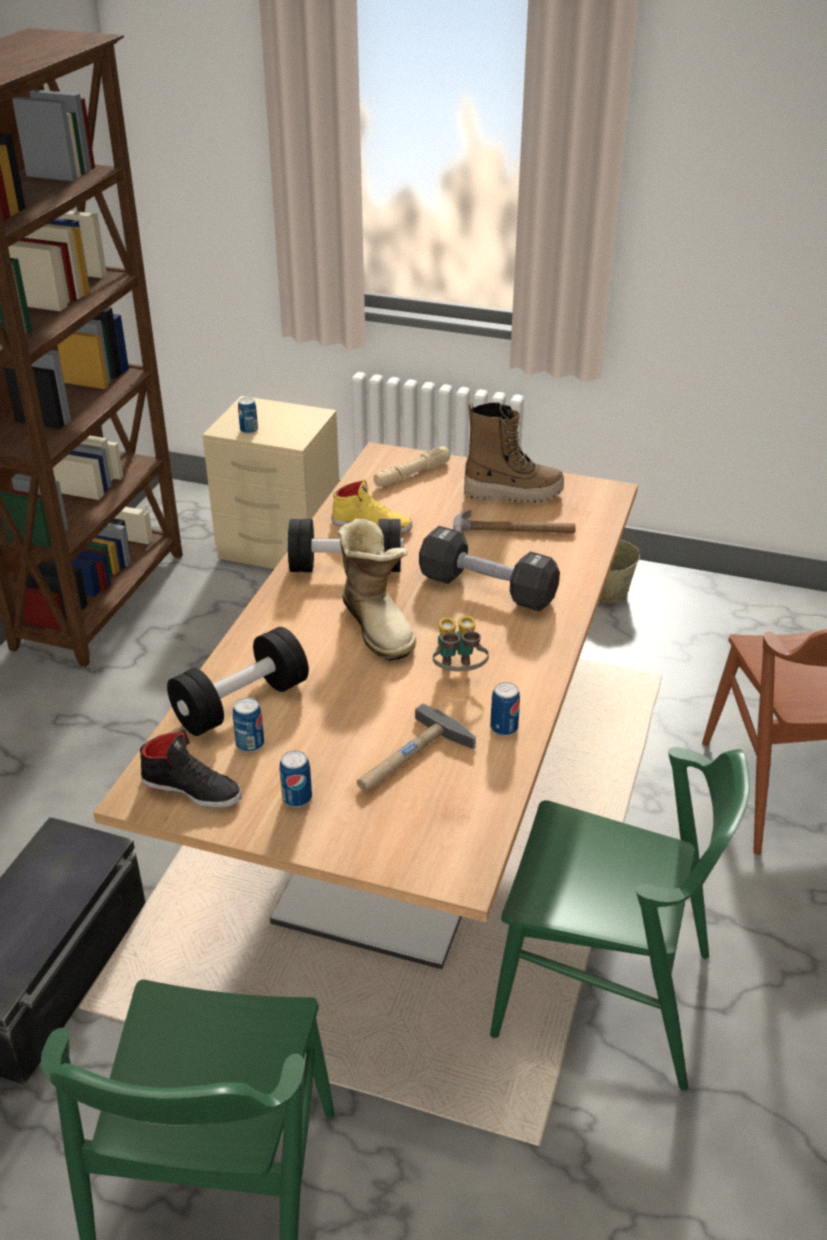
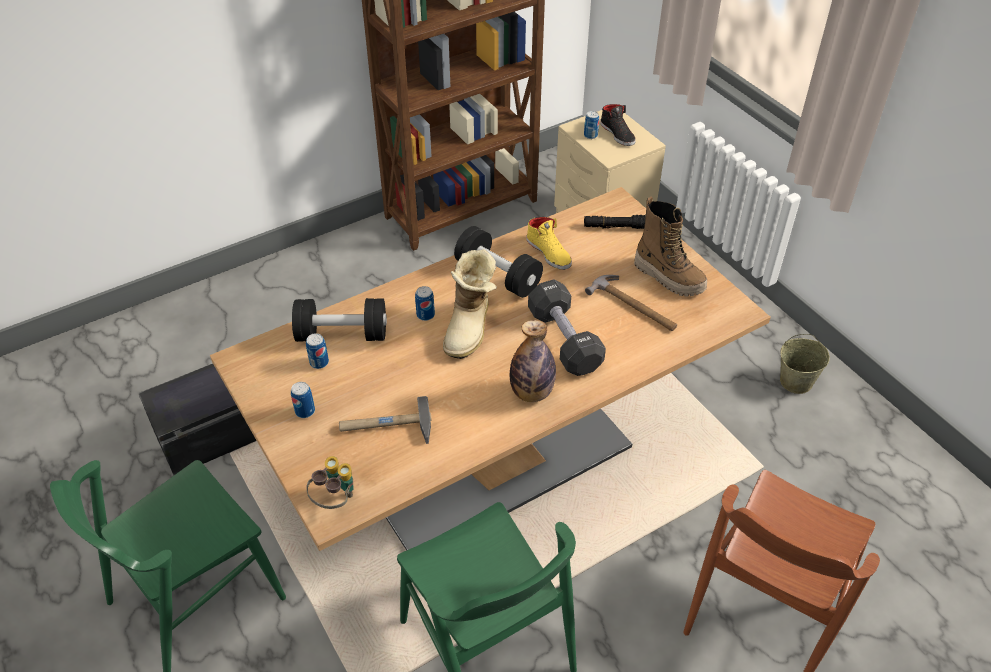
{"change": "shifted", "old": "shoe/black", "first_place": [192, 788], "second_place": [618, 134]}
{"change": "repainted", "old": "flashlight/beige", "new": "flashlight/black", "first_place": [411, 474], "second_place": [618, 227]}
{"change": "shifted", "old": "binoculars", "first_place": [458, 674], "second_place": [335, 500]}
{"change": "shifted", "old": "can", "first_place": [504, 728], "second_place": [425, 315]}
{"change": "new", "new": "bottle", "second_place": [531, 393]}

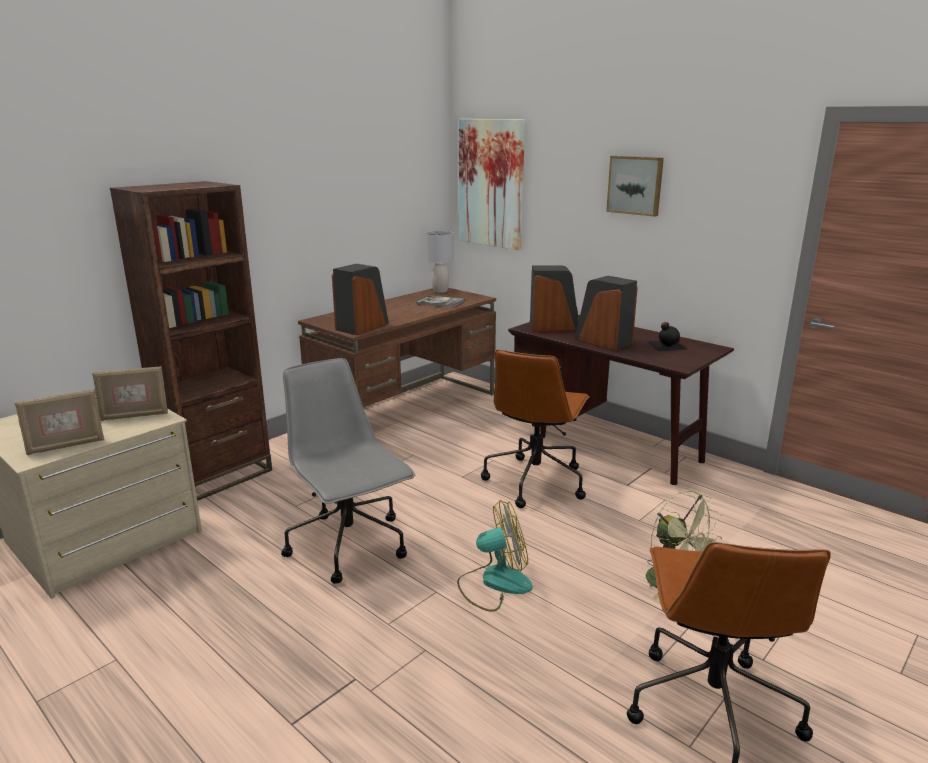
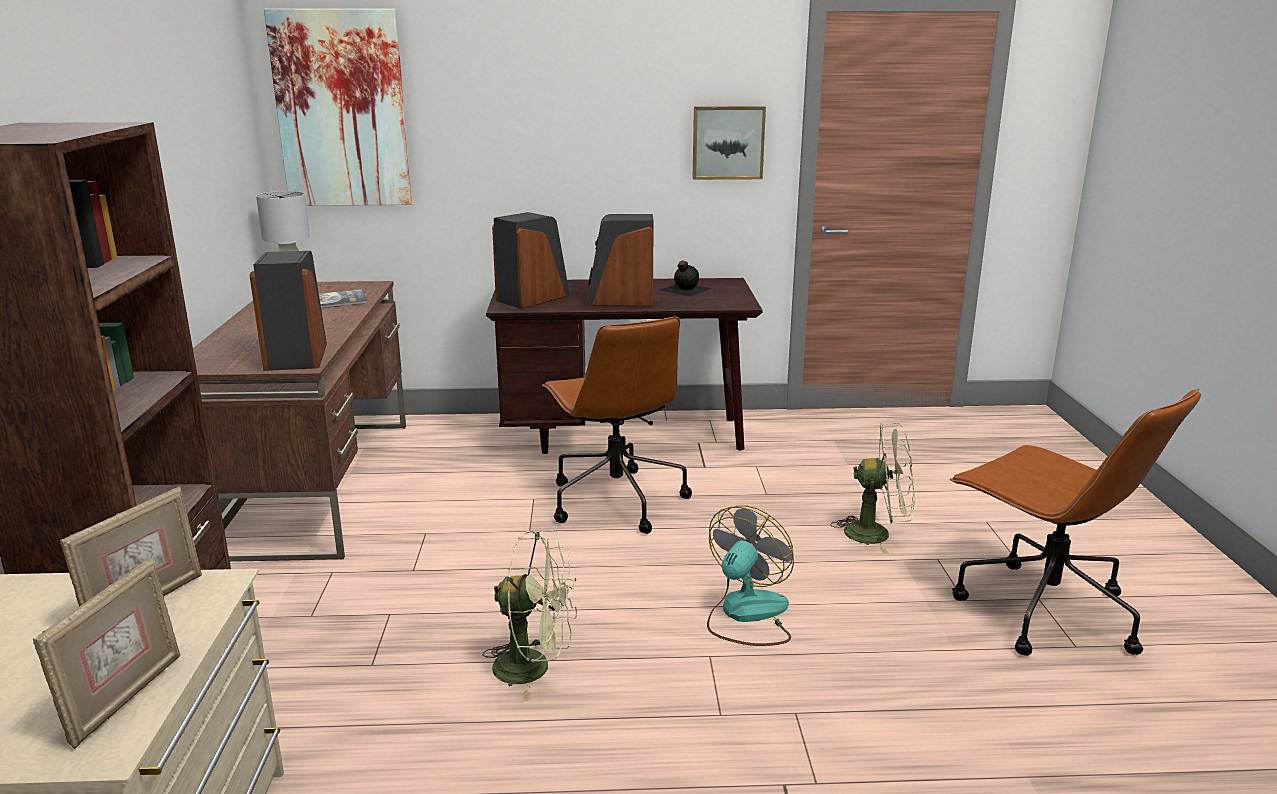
{"change": "swapped", "old": "office chair/grey", "new": "fan/green", "first_place": [350, 546], "second_place": [534, 668]}
{"change": "shifted", "old": "picture", "first_place": [635, 185], "second_place": [728, 142]}

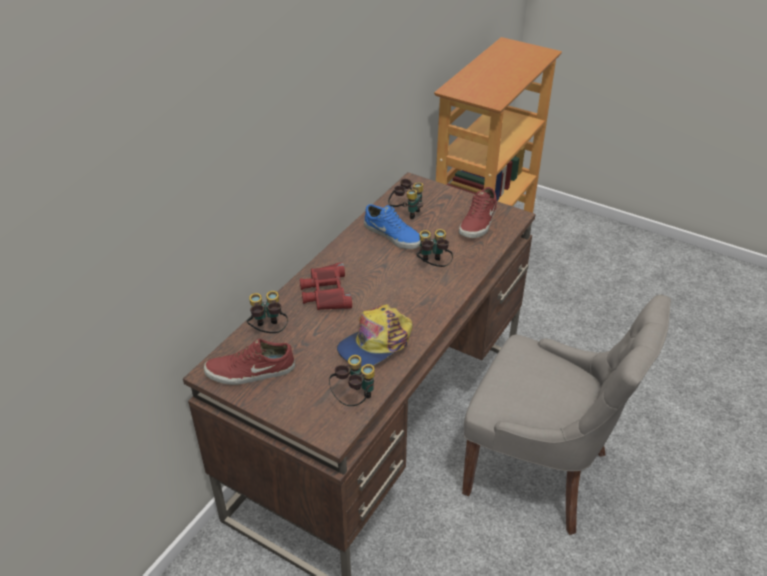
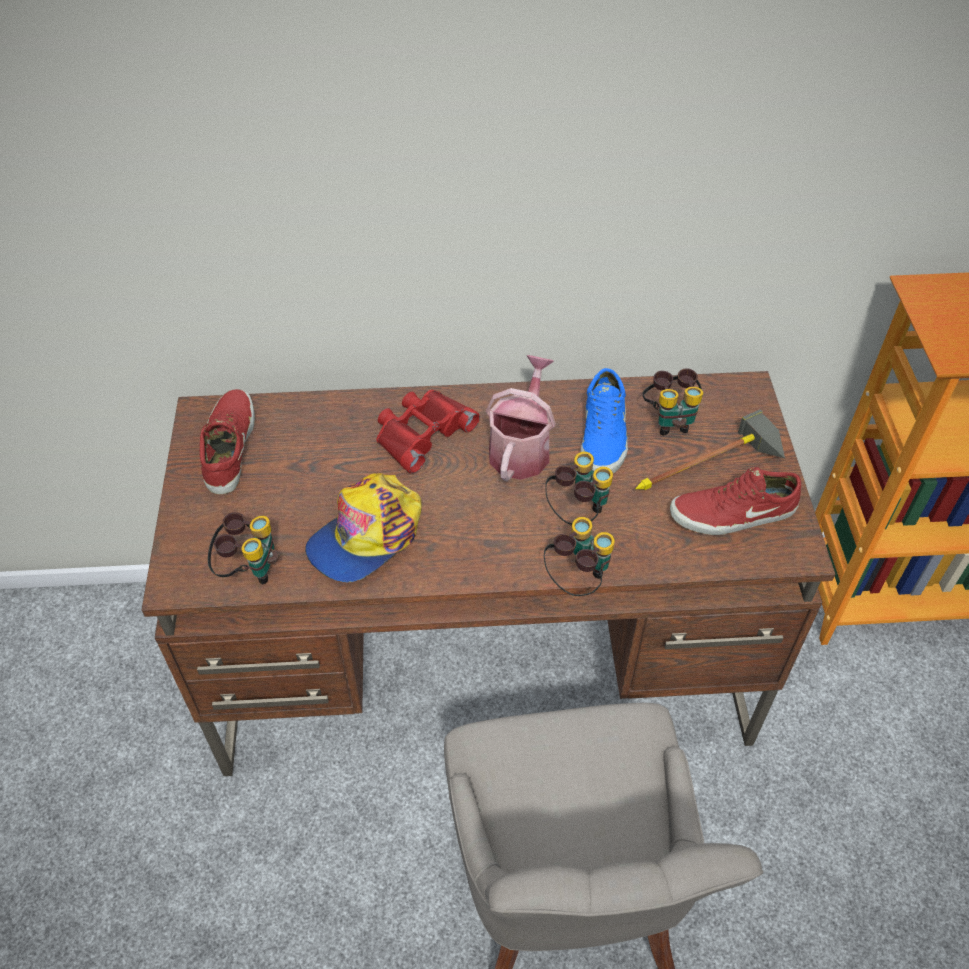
{"change": "rotated", "old": "shoe/red", "first_place": [250, 372], "second_place": [227, 446], "degrees": 45}
{"change": "shifted", "old": "binoculars", "first_place": [268, 331], "second_place": [577, 580]}
{"change": "rotated", "old": "cap", "first_place": [376, 343], "second_place": [367, 536], "degrees": -60}
{"change": "new", "new": "watering can", "second_place": [521, 447]}
{"change": "new", "new": "hammer", "second_place": [707, 472]}

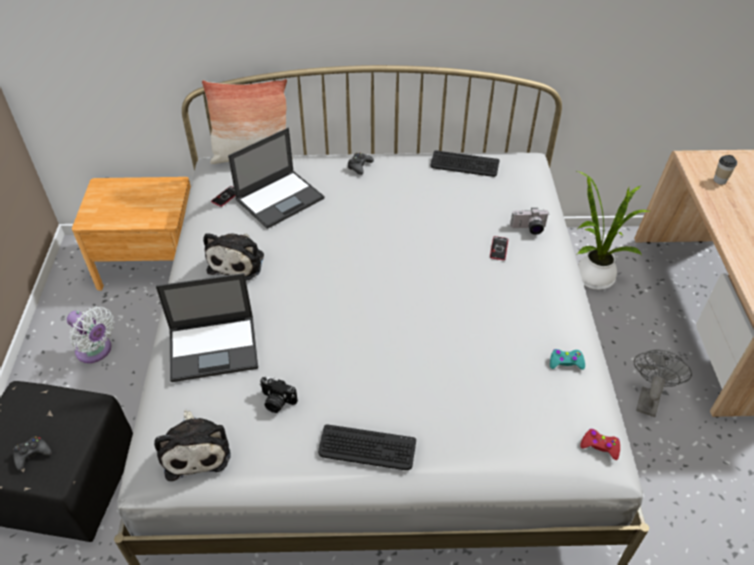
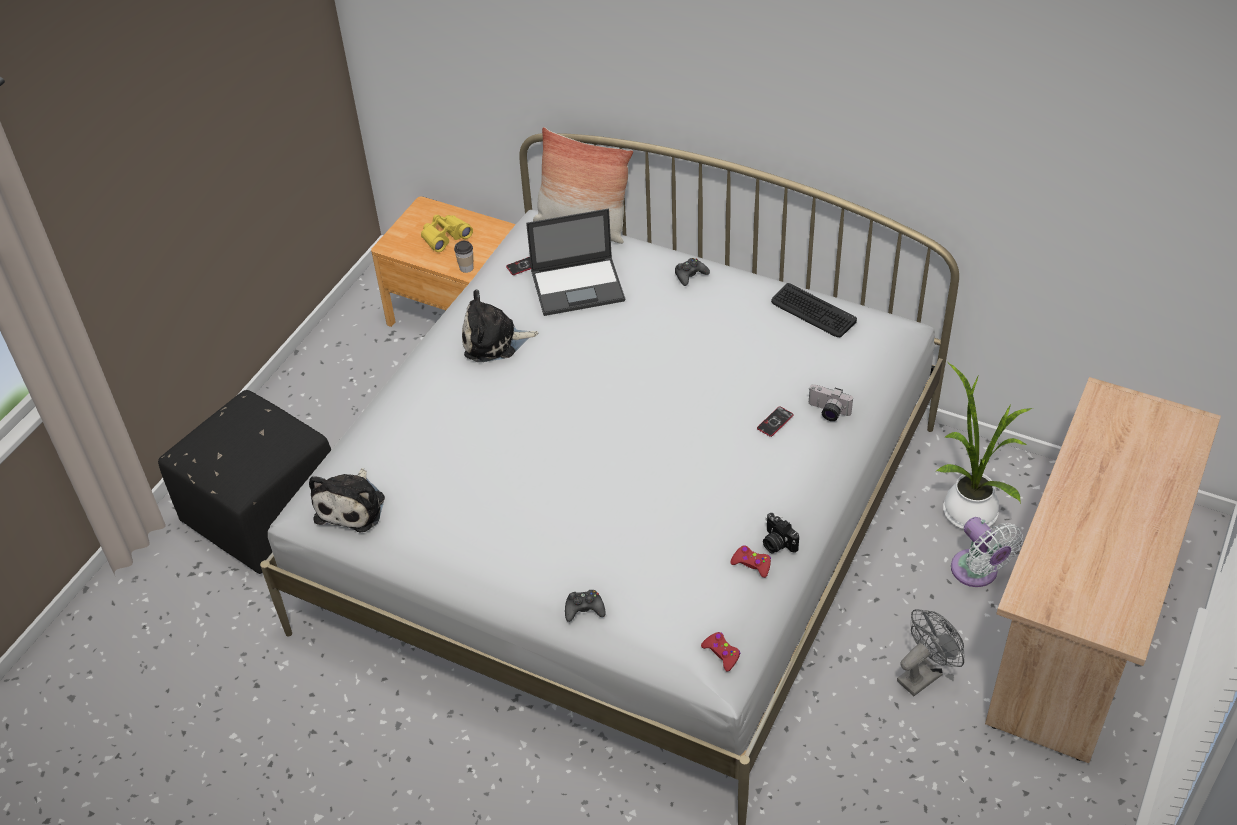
{"change": "shifted", "old": "game controller/black", "first_place": [32, 454], "second_place": [584, 609]}
{"change": "shifted", "old": "fan/white", "first_place": [96, 351], "second_place": [977, 572]}
{"change": "gone", "old": "laptop", "first_place": [214, 348]}
{"change": "rotated", "old": "plush toy", "first_place": [238, 261], "second_place": [494, 341], "degrees": 45}
{"change": "shifted", "old": "photo camera", "first_place": [276, 401], "second_place": [777, 543]}
{"change": "gone", "old": "keyboard", "first_place": [367, 448]}
{"change": "repainted", "old": "game controller/turquoise", "new": "game controller/red", "first_place": [565, 362], "second_place": [751, 564]}
{"change": "shifted", "old": "cup", "first_place": [719, 180], "second_place": [466, 268]}
{"change": "new", "new": "binoculars/yellow", "second_place": [445, 237]}

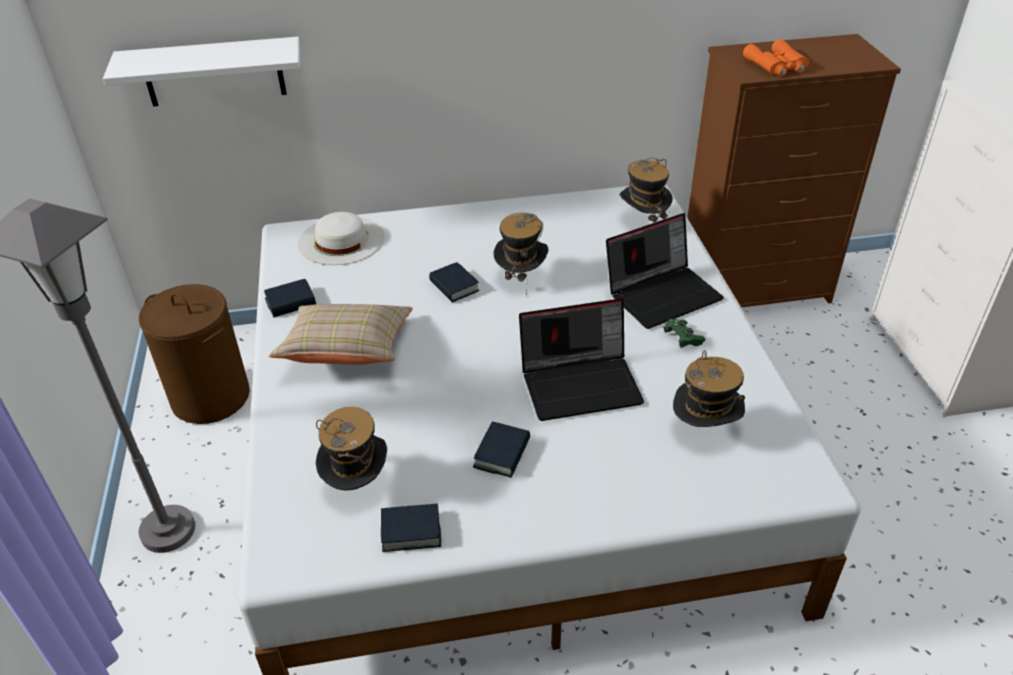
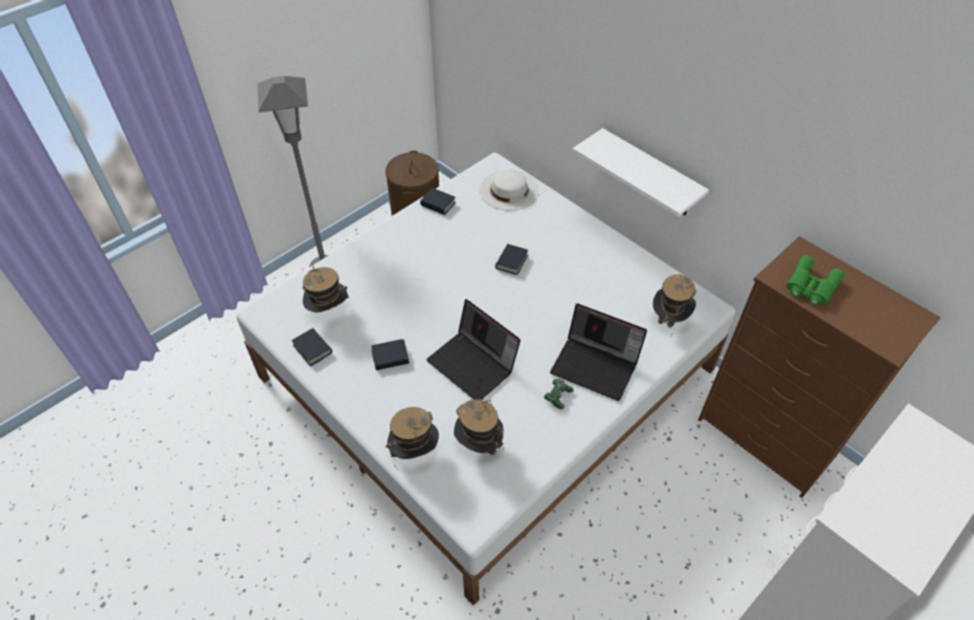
{"change": "shifted", "old": "shelf/white", "first_place": [214, 72], "second_place": [650, 174]}
{"change": "gone", "old": "pillow/beige", "first_place": [347, 351]}
{"change": "shifted", "old": "hat", "first_place": [521, 278], "second_place": [414, 451]}
{"change": "repainted", "old": "binoculars/orange", "new": "binoculars/green", "first_place": [777, 65], "second_place": [810, 286]}

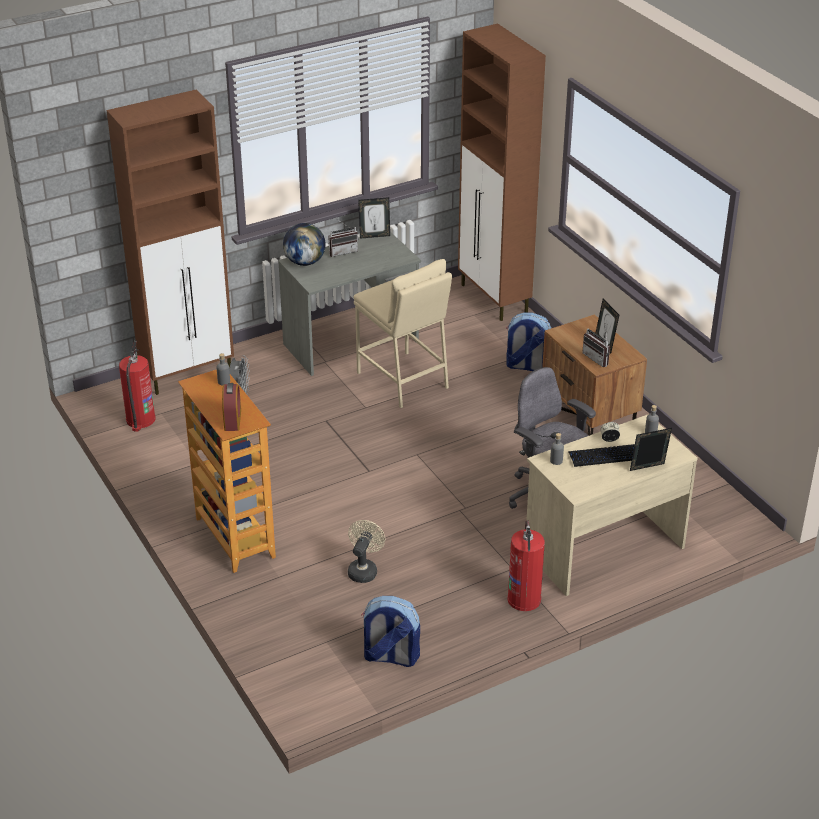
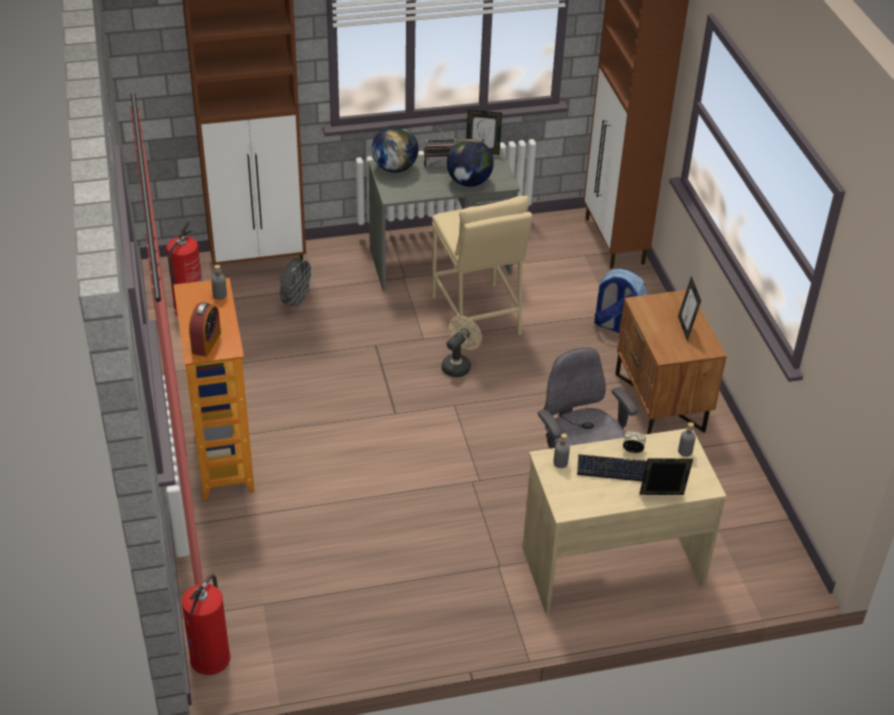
{"change": "shifted", "old": "fan/beige", "first_place": [364, 570], "second_place": [458, 365]}
{"change": "gone", "old": "backpack", "first_place": [390, 657]}
{"change": "shifted", "old": "fire extinguisher", "first_place": [524, 598], "second_place": [211, 657]}
{"change": "gone", "old": "radio", "first_place": [598, 358]}
{"change": "new", "new": "globe", "second_place": [469, 182]}

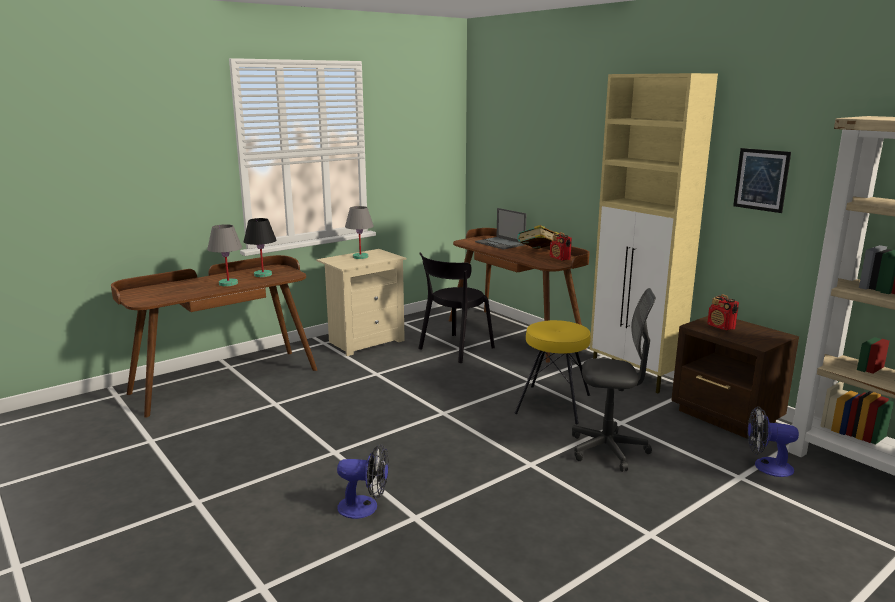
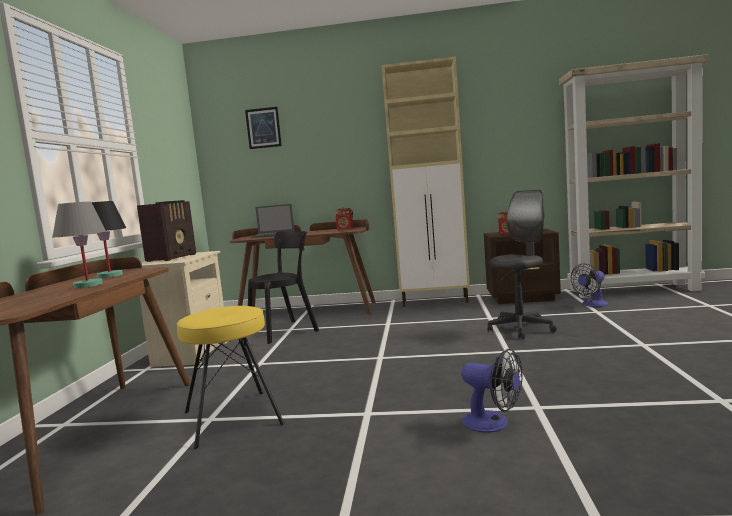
{"change": "rotated", "old": "fan", "first_place": [365, 507], "second_place": [493, 424], "degrees": 75}
{"change": "swapped", "old": "table lamp/grey", "new": "radio", "first_place": [360, 257], "second_place": [173, 257]}
{"change": "rotated", "old": "chair/black", "first_place": [454, 349], "second_place": [286, 331], "degrees": -120}
{"change": "shifted", "old": "stool/yellow", "first_place": [554, 404], "second_place": [233, 417]}
{"change": "gone", "old": "book", "first_place": [537, 252]}
{"change": "shifted", "old": "picture", "first_place": [761, 180], "second_place": [263, 128]}

